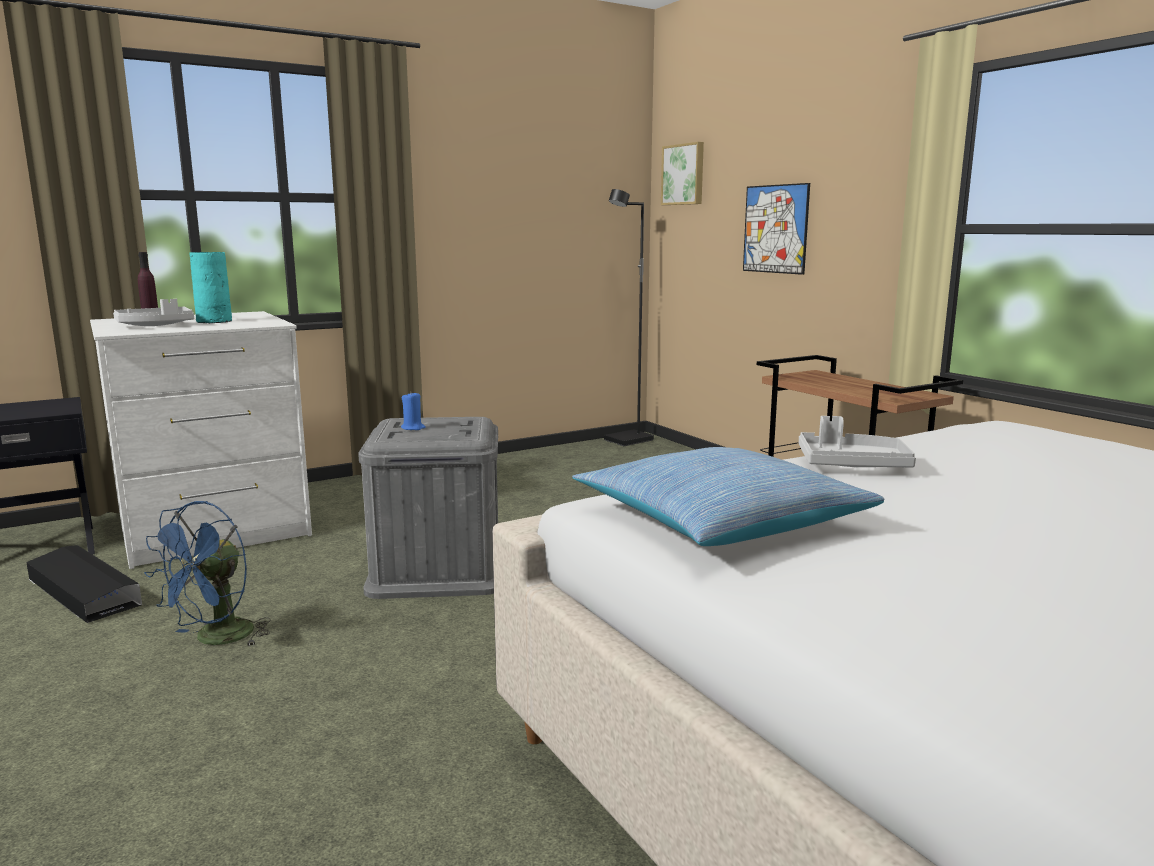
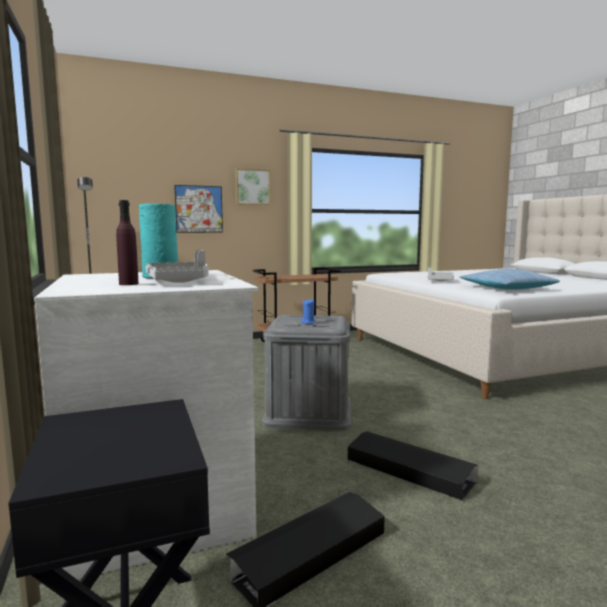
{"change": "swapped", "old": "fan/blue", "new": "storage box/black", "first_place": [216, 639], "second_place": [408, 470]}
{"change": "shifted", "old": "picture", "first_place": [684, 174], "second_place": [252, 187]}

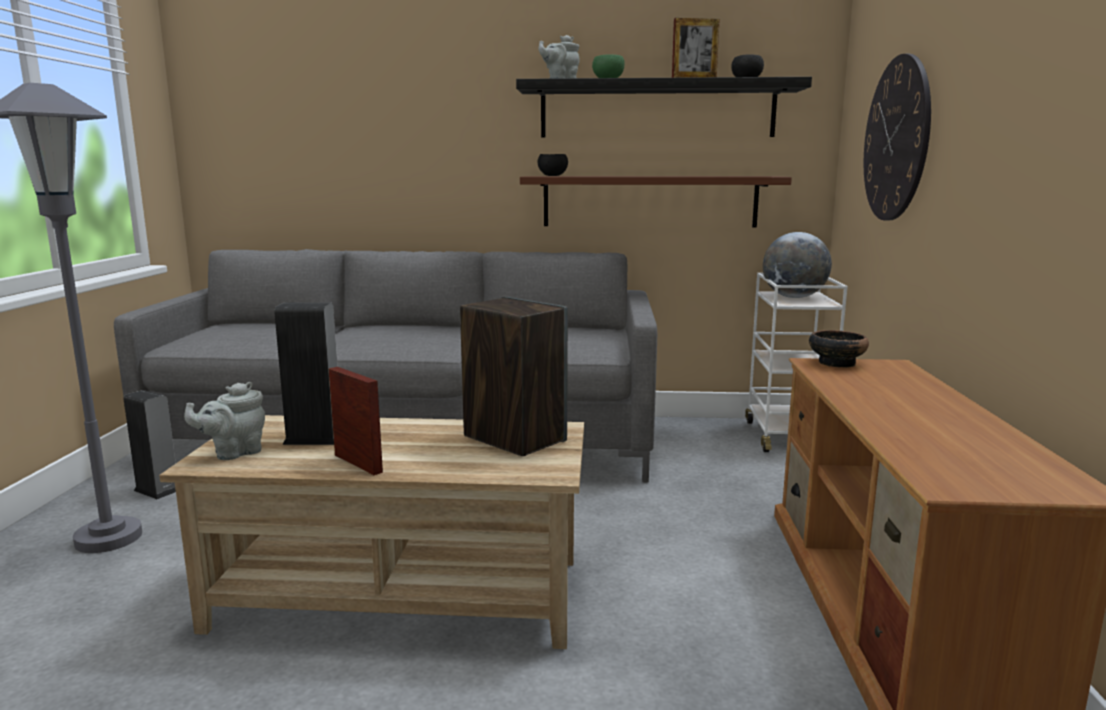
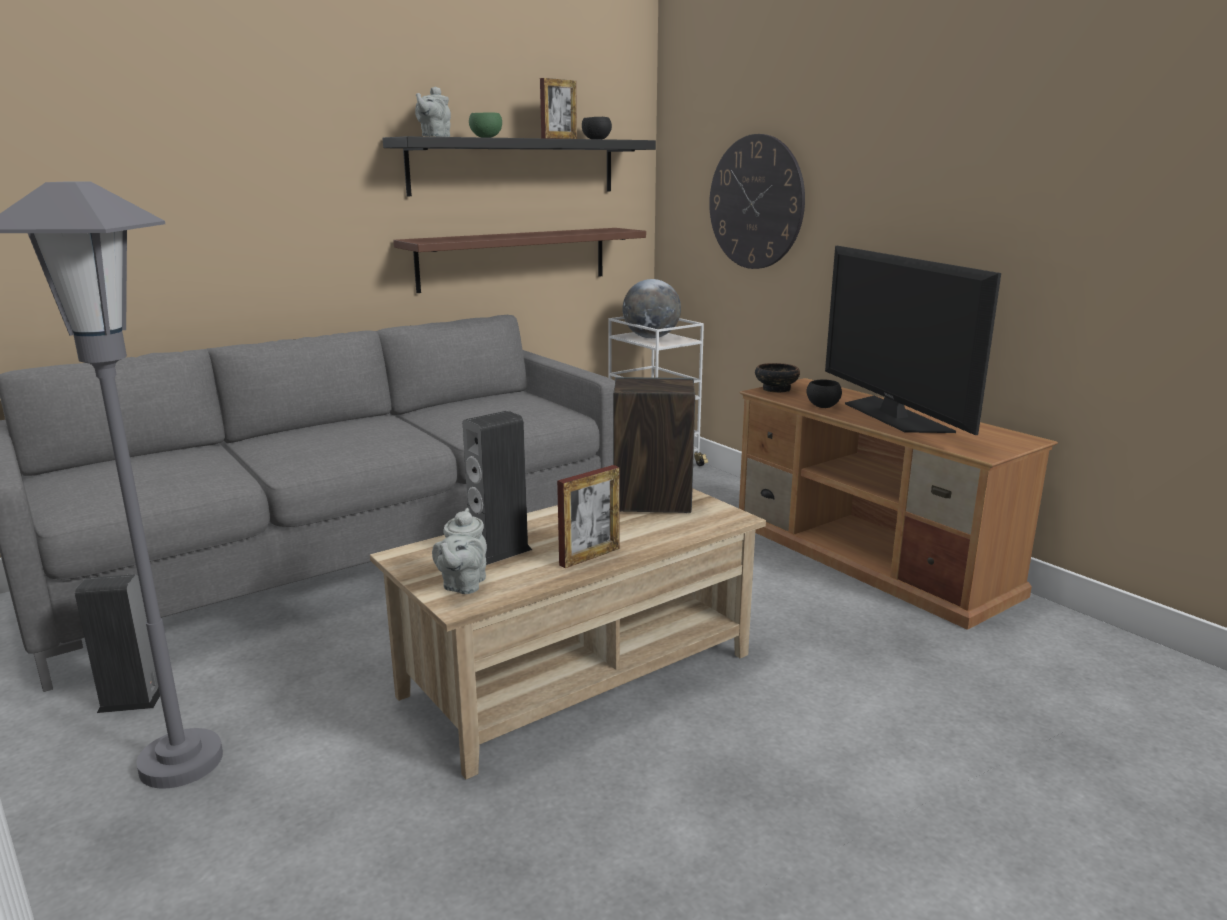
{"change": "rotated", "old": "picture frame", "first_place": [358, 463], "second_place": [589, 556], "degrees": 135}
{"change": "shifted", "old": "bowl/black", "first_place": [553, 176], "second_place": [822, 406]}
{"change": "new", "new": "television", "second_place": [893, 416]}

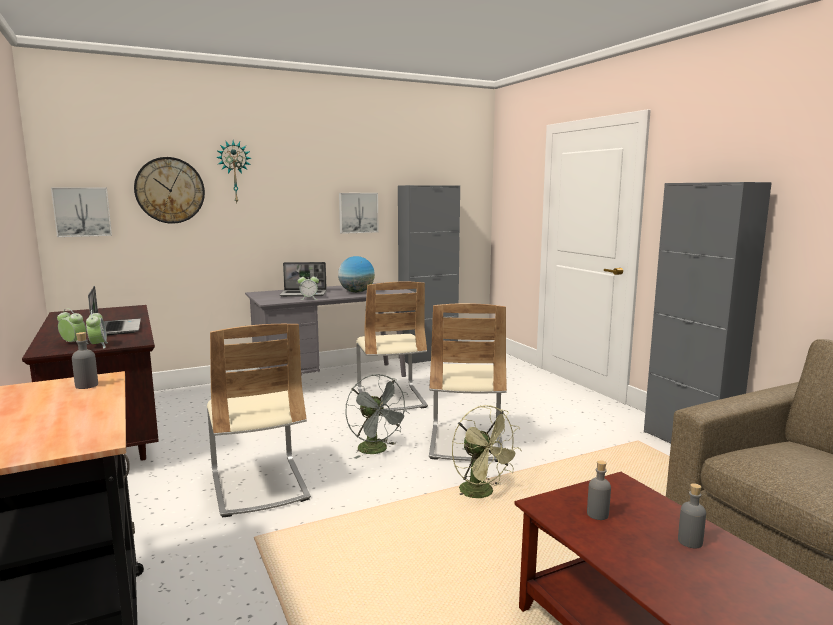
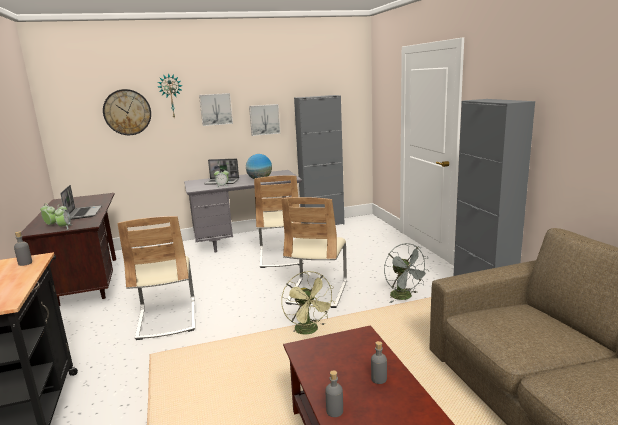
{"change": "shifted", "old": "picture", "first_place": [82, 212], "second_place": [216, 109]}
{"change": "shifted", "old": "fan/grey", "first_place": [377, 450], "second_place": [404, 297]}
{"change": "shifted", "old": "bottle/grey", "first_place": [597, 514], "second_place": [334, 411]}

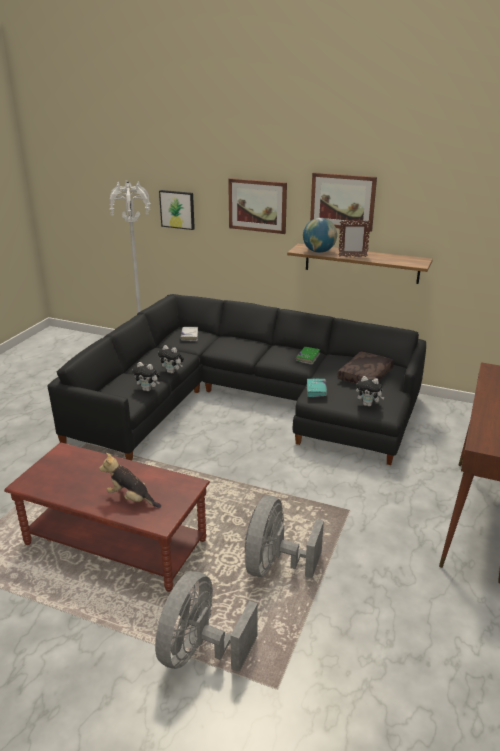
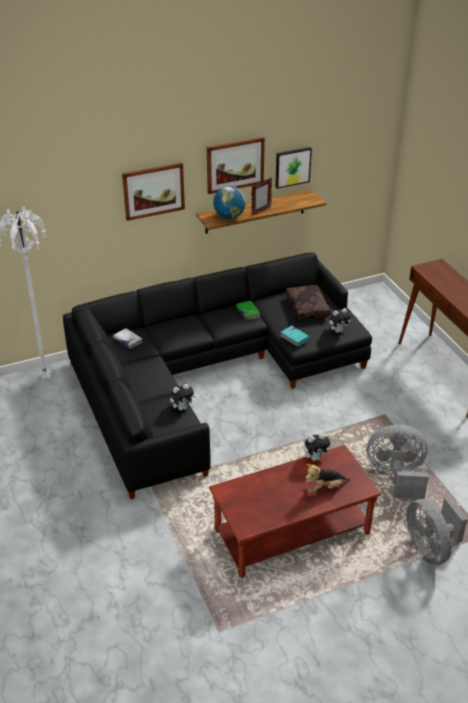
{"change": "shifted", "old": "plush toy", "first_place": [172, 372], "second_place": [315, 458]}
{"change": "shifted", "old": "picture", "first_place": [177, 209], "second_place": [292, 167]}
{"change": "rotated", "old": "fan/grey", "first_place": [274, 565], "second_place": [396, 476], "degrees": 120}

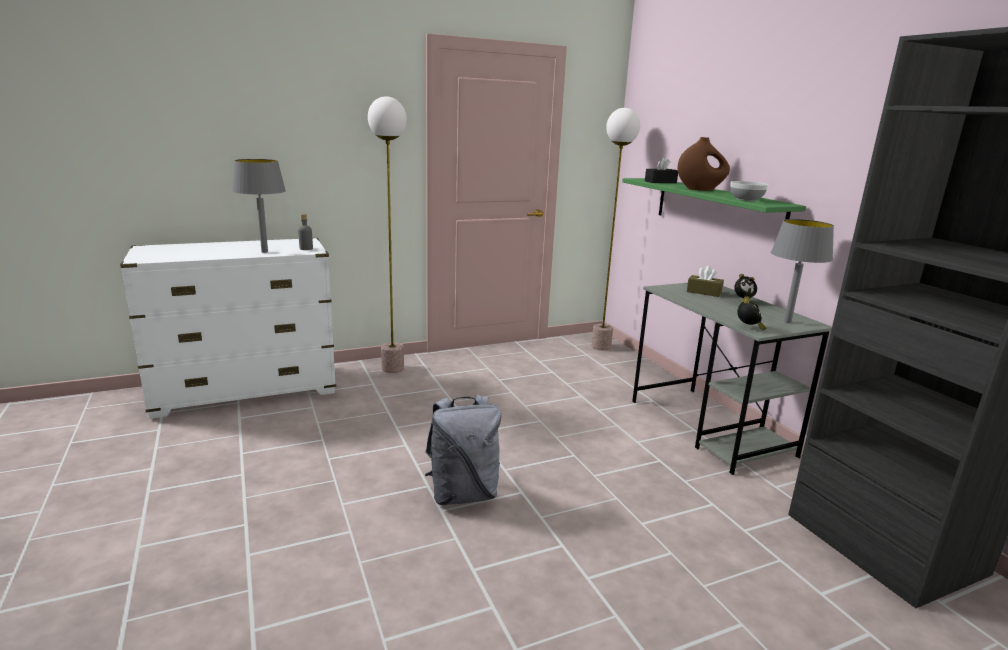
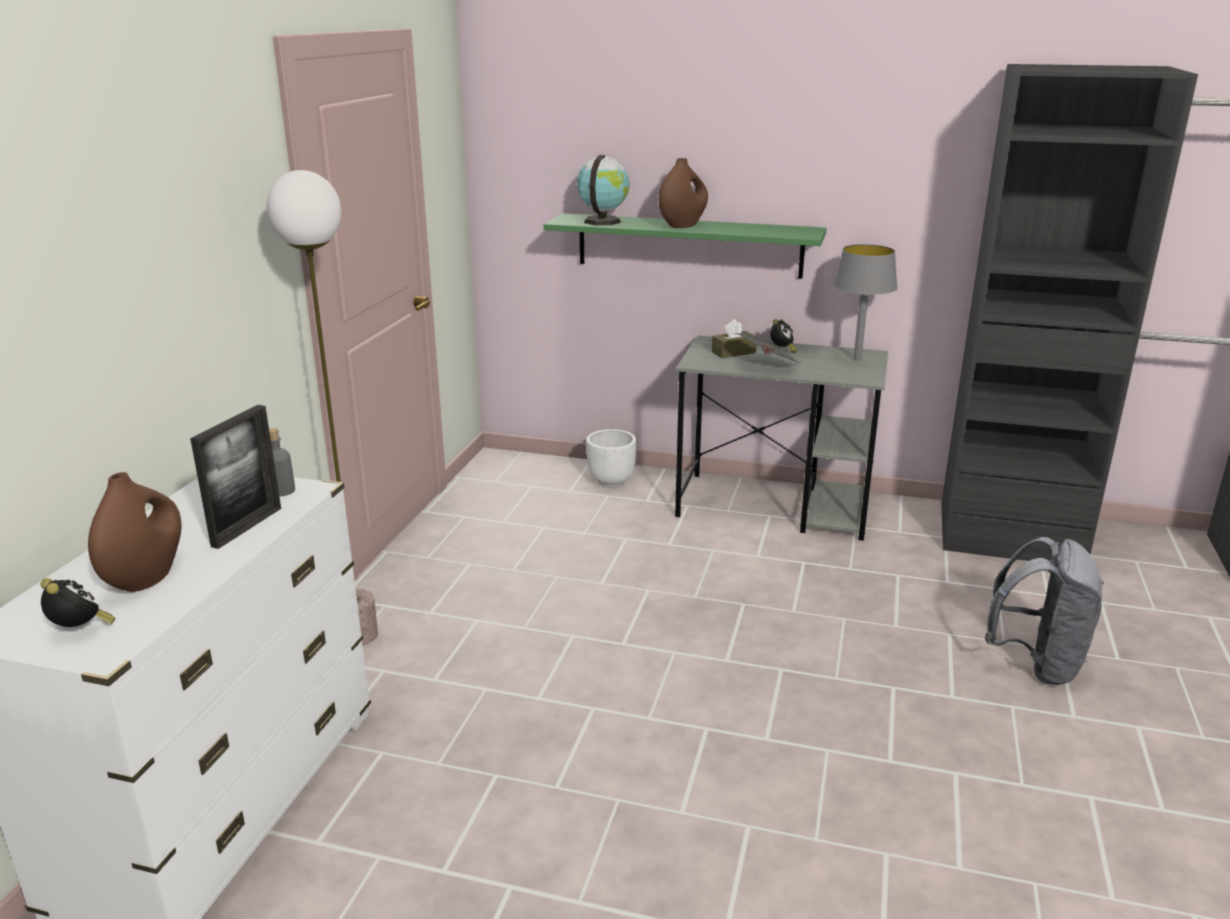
{"change": "swapped", "old": "table lamp/grey", "new": "picture frame", "first_place": [265, 252], "second_place": [247, 527]}
{"change": "shifted", "old": "backpack/grey", "first_place": [463, 494], "second_place": [1036, 663]}
{"change": "gone", "old": "floor lamp", "first_place": [601, 346]}
{"change": "swapped", "old": "tissue box/black", "new": "globe", "first_place": [660, 182], "second_place": [602, 221]}
{"change": "gone", "old": "bowl", "first_place": [747, 199]}
{"change": "shifted", "old": "alarm clock", "first_place": [748, 328], "second_place": [80, 630]}
{"change": "new", "new": "vase/brown", "second_place": [146, 578]}
{"change": "new", "new": "planter/white", "second_place": [611, 481]}
{"change": "new", "new": "newspaper", "second_place": [769, 366]}

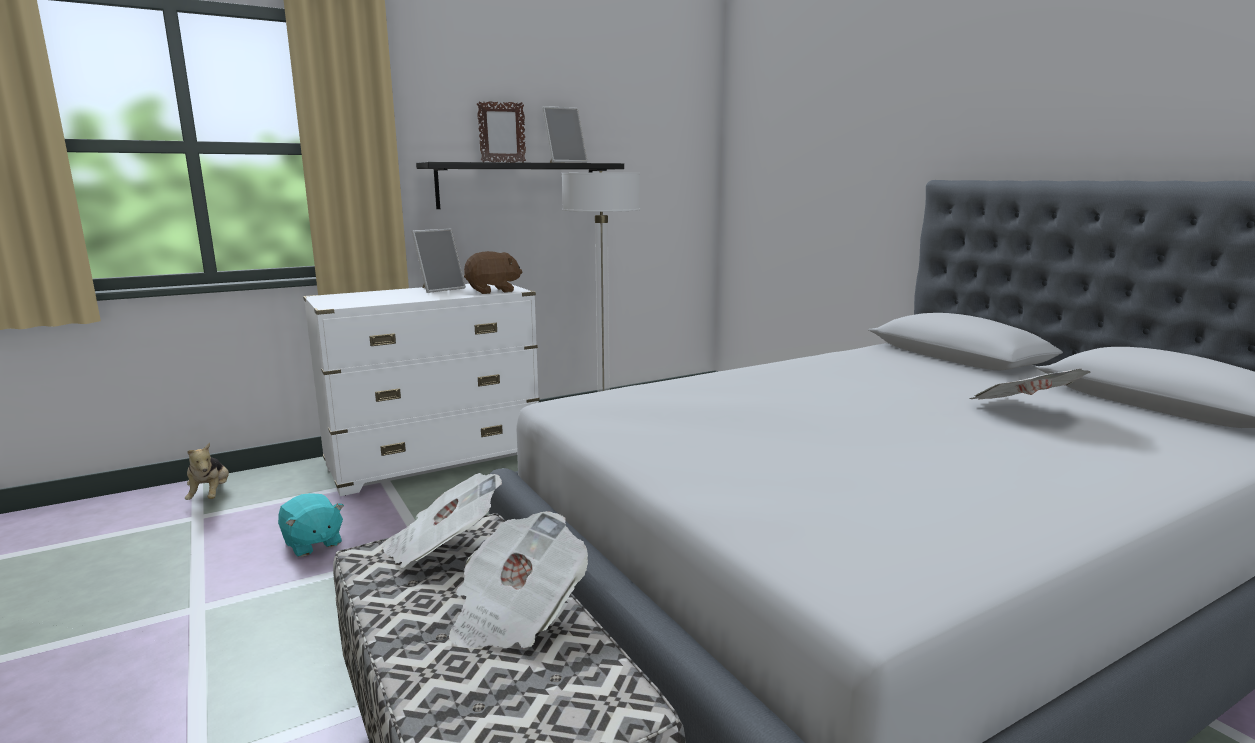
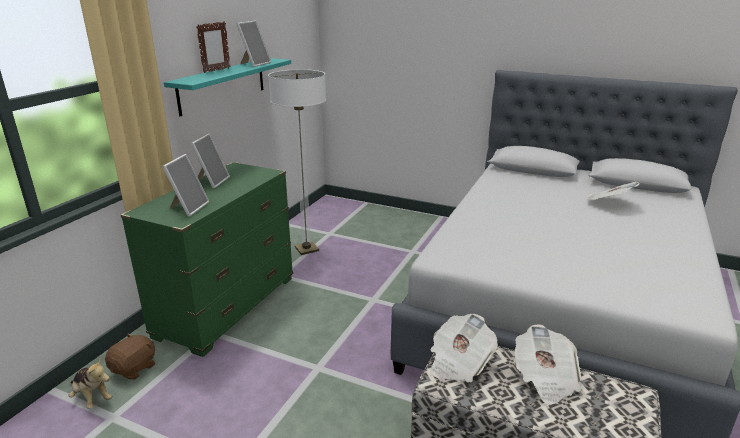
{"change": "gone", "old": "plush toy/turquoise", "first_place": [312, 544]}
{"change": "repainted", "old": "dresser/white", "new": "dresser/green", "first_place": [434, 461], "second_place": [227, 307]}
{"change": "repainted", "old": "shelf/black", "new": "shelf/turquoise", "first_place": [517, 185], "second_place": [223, 85]}
{"change": "shifted", "old": "plush toy/brown", "first_place": [493, 291], "second_place": [134, 368]}
{"change": "new", "new": "picture frame", "second_place": [188, 208]}

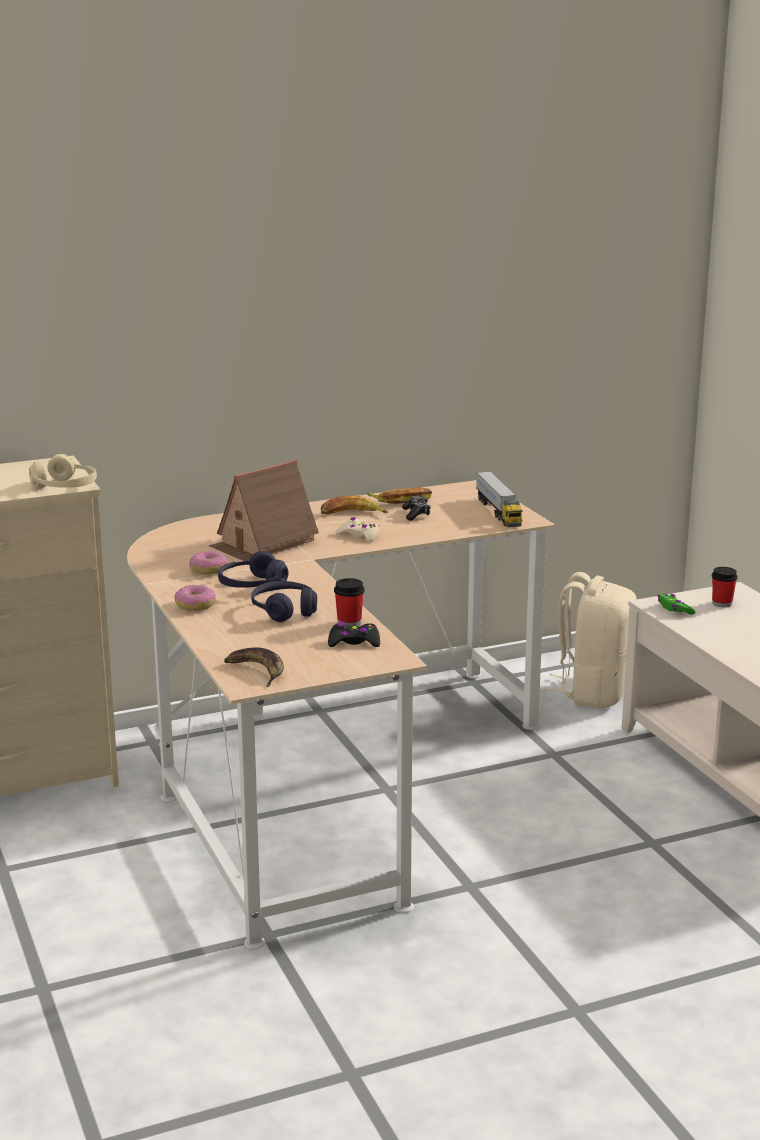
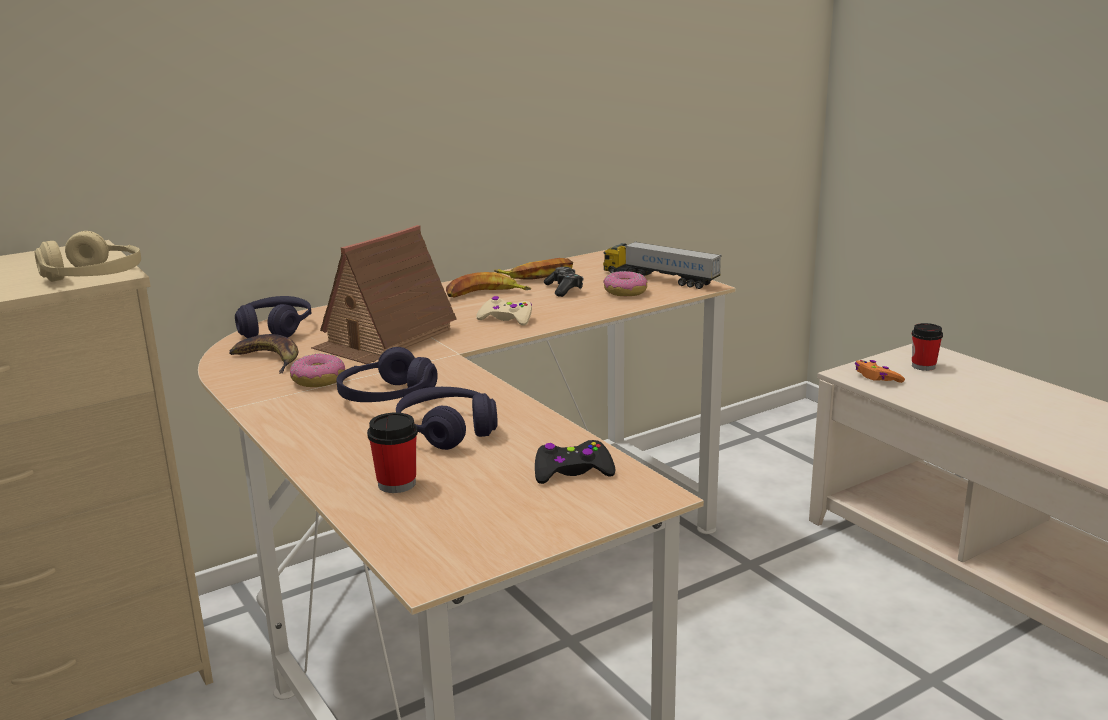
{"change": "shifted", "old": "donut", "first_place": [195, 605], "second_place": [625, 292]}
{"change": "shifted", "old": "banana", "first_place": [257, 671], "second_place": [269, 359]}
{"change": "shifted", "old": "cup", "first_place": [349, 622], "second_place": [396, 484]}
{"change": "rotated", "old": "toy truck", "first_place": [498, 512], "second_place": [659, 279], "degrees": 150}
{"change": "gone", "old": "backpack/beige", "first_place": [593, 692]}
{"change": "repainted", "old": "game controller/green", "new": "game controller/orange", "first_place": [674, 609], "second_place": [877, 378]}
{"change": "new", "new": "headphones/purple", "second_place": [274, 328]}

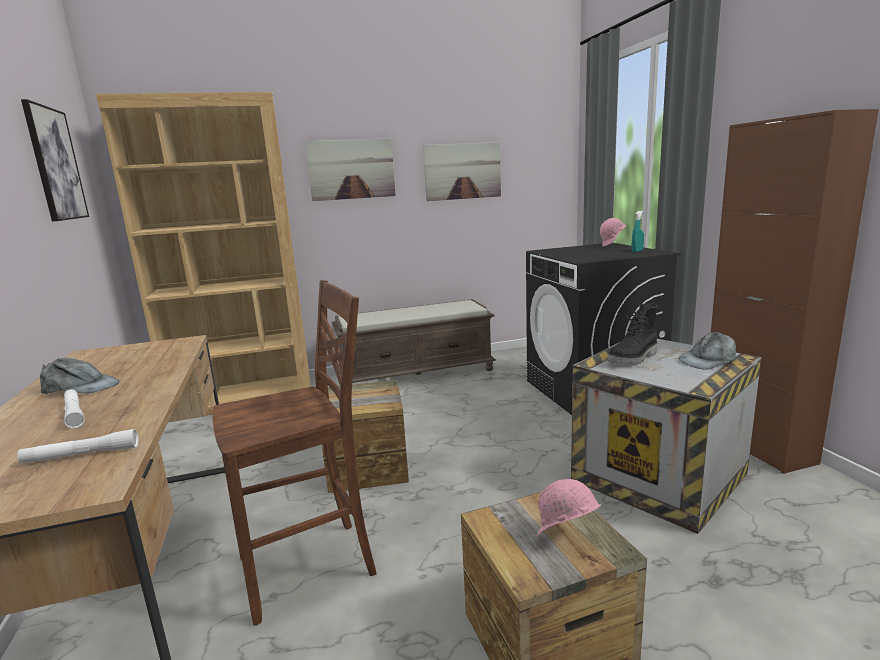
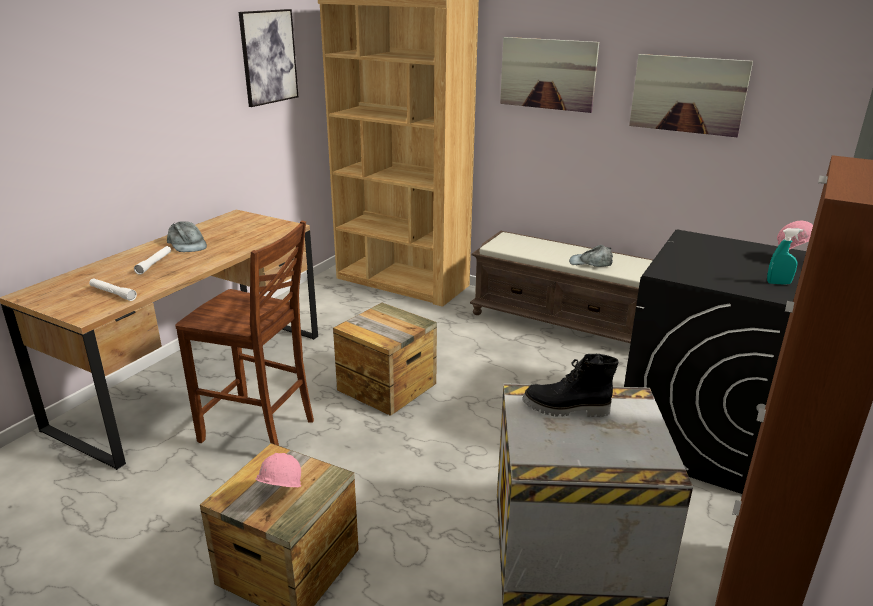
{"change": "shifted", "old": "cap/grey", "first_place": [708, 360], "second_place": [591, 262]}

